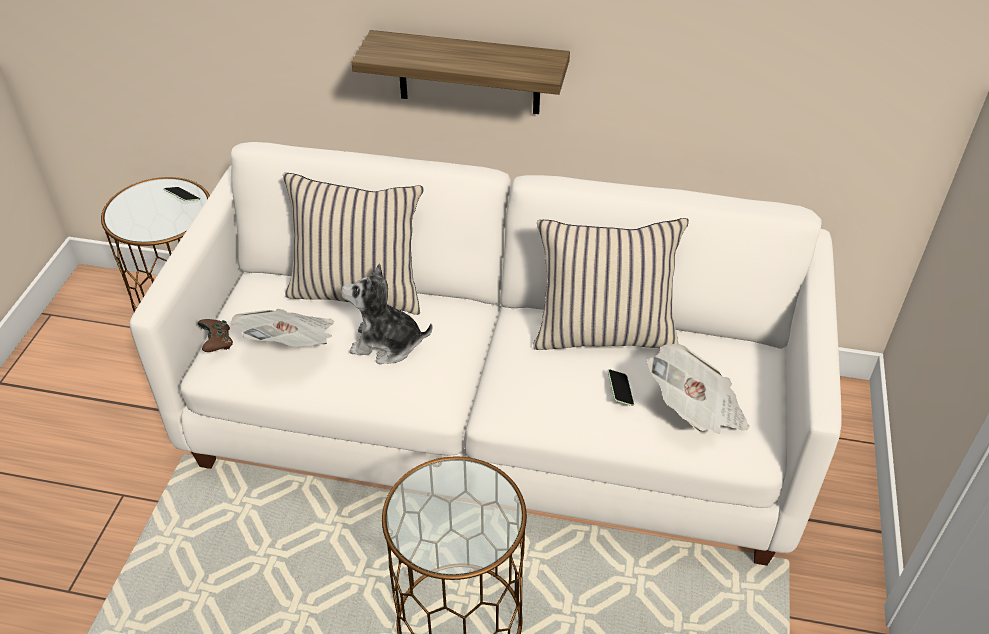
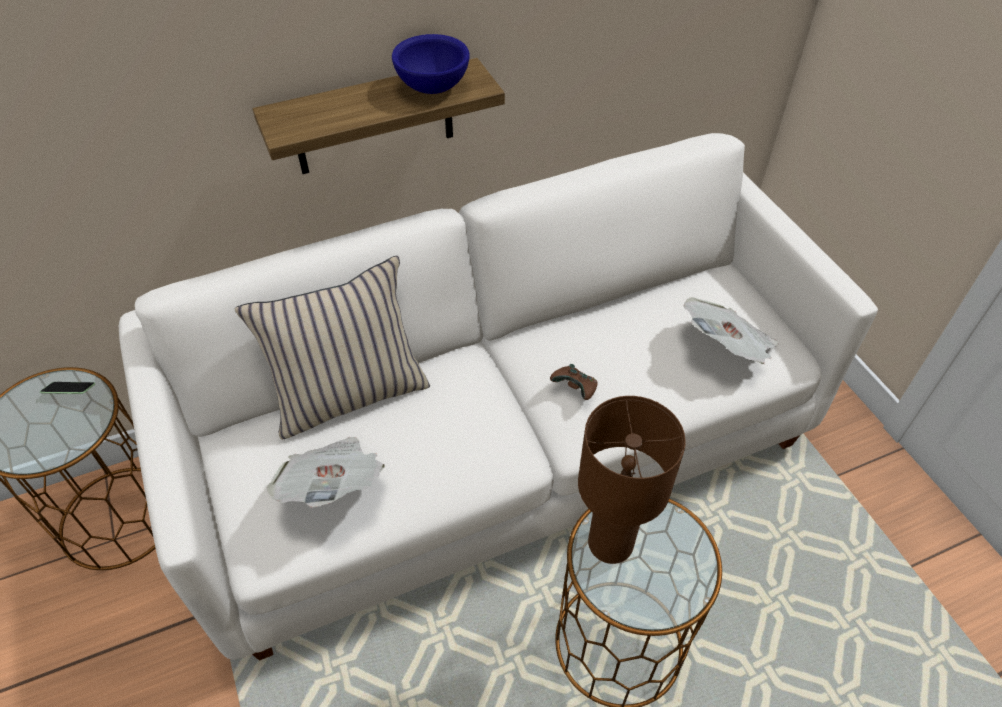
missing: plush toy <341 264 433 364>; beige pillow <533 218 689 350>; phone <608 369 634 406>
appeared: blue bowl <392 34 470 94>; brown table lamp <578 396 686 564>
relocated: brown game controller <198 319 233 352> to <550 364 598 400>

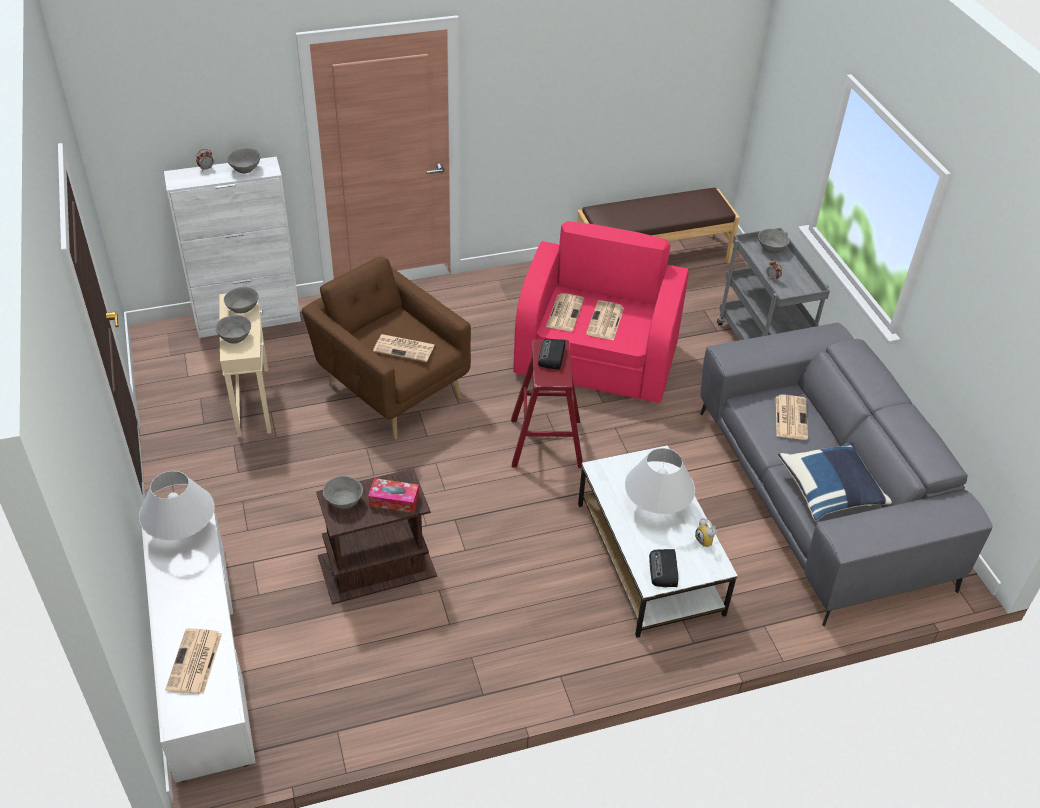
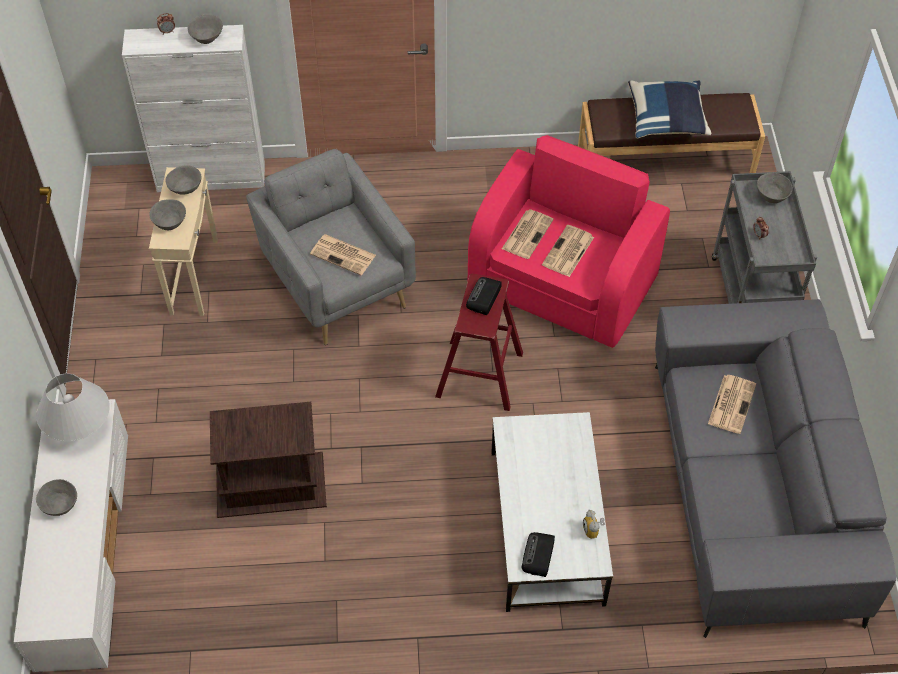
missing: newspaper <165 628 222 694>; tissue box <368 478 419 513>; white table lamp <625 448 695 514>
relocated: grey bowl <323 476 363 509> to <36 479 77 516>; blue pillow <778 442 892 521> to <628 80 711 139>
colour: brown armchair <302 257 471 440> to grey armchair <246 149 416 345>

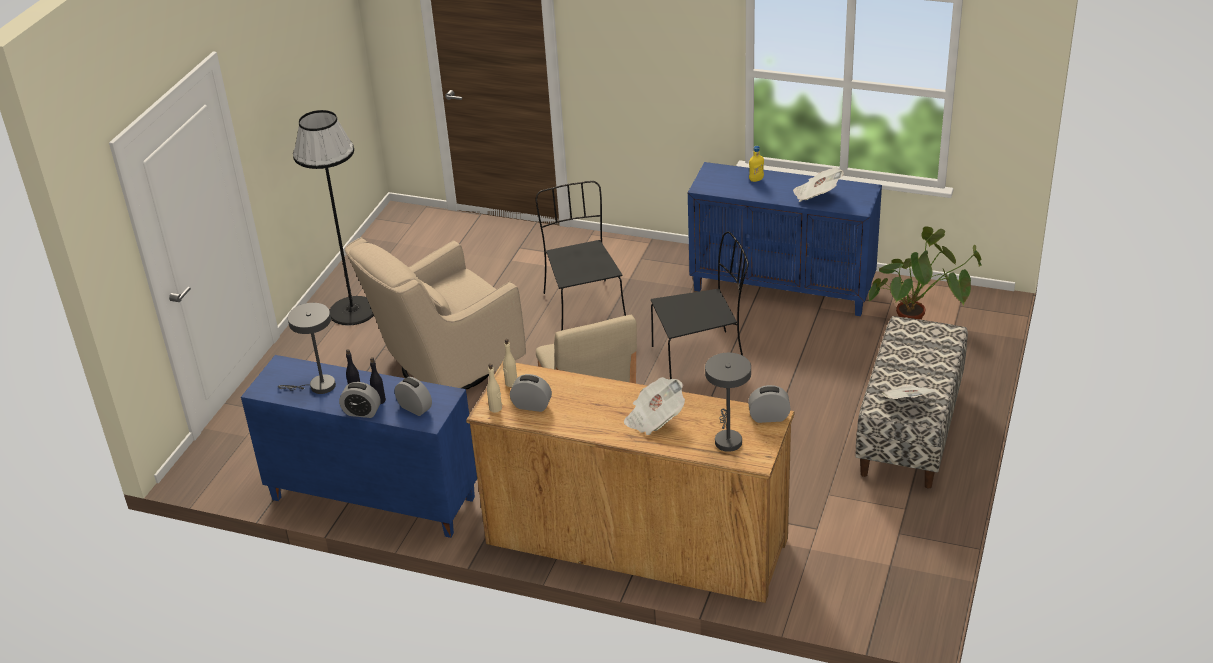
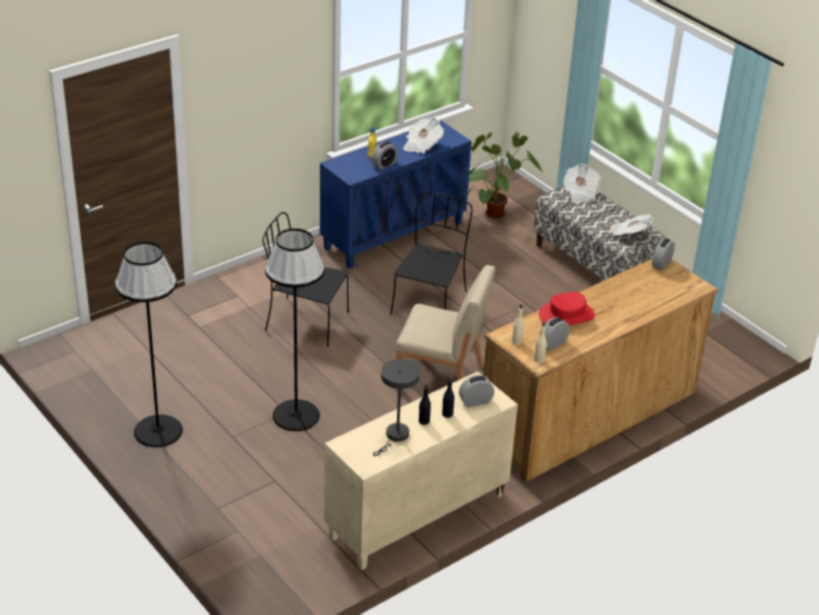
missing: grey table lamp <705 353 751 452>
appeared: red hat <539 292 595 325>
relocated: alarm clock <339 382 381 418> to <372 141 398 170>; newspaper <624 377 685 435> to <563 164 601 203>
exchanged: beige armchair <345 237 526 389> to black floor lamp <265 228 325 431>
colour: blue cabinet <241 355 477 538> to beige cabinet <324 371 518 570>

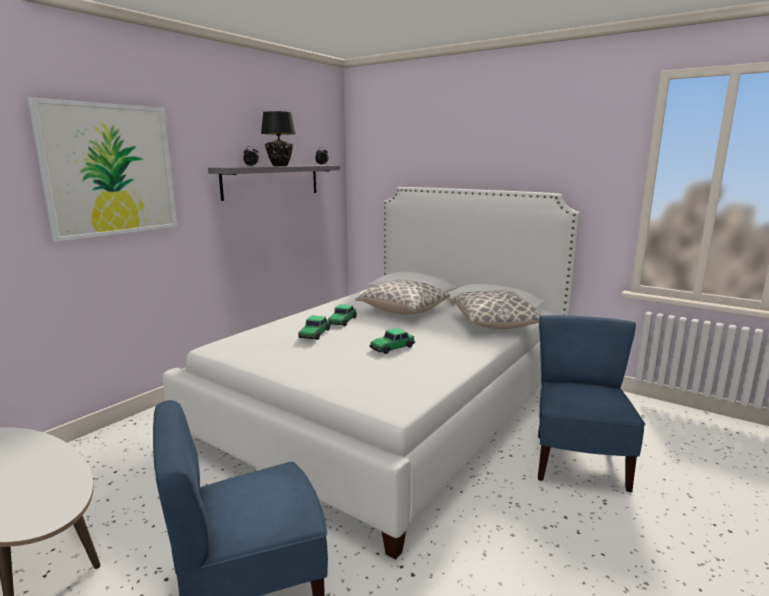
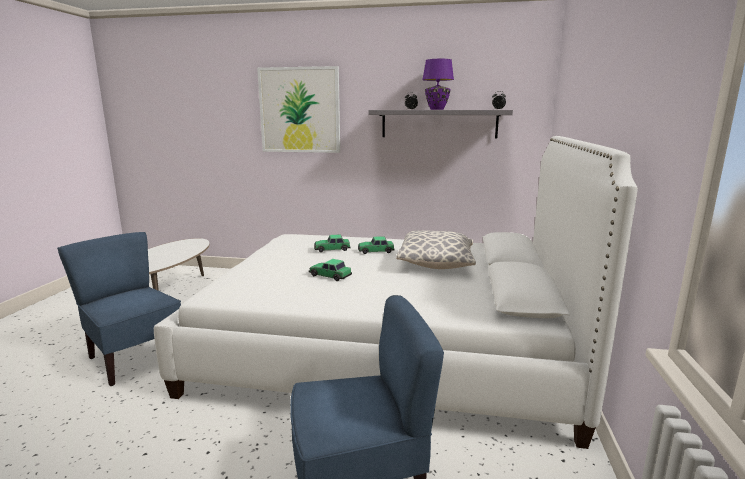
missing: pillow <450 290 543 329>
colour: black table lamp <261 111 296 166> to purple table lamp <422 59 454 110>

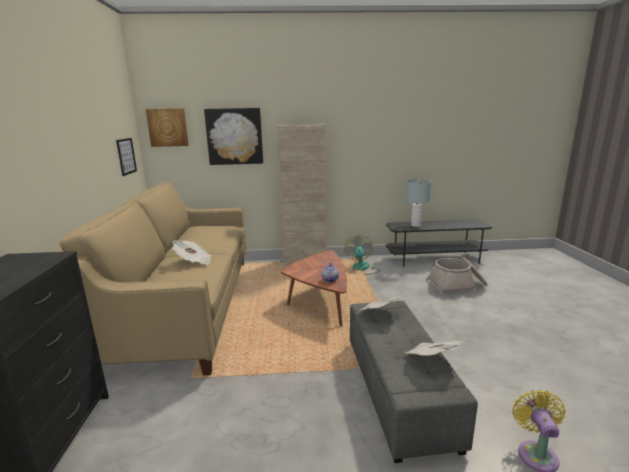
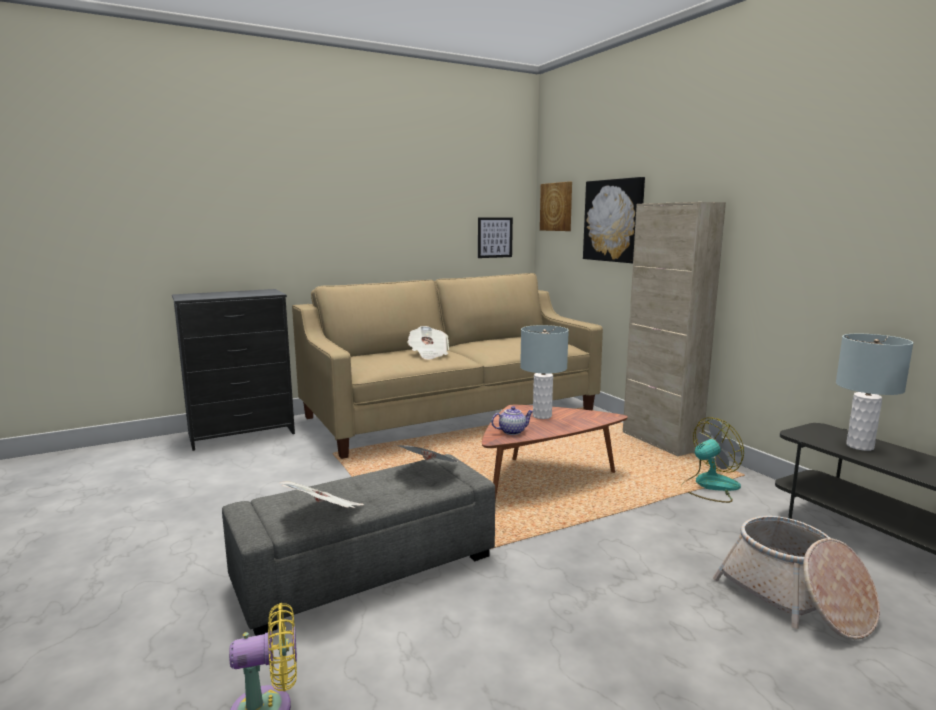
appeared: grey table lamp <520 325 569 419>

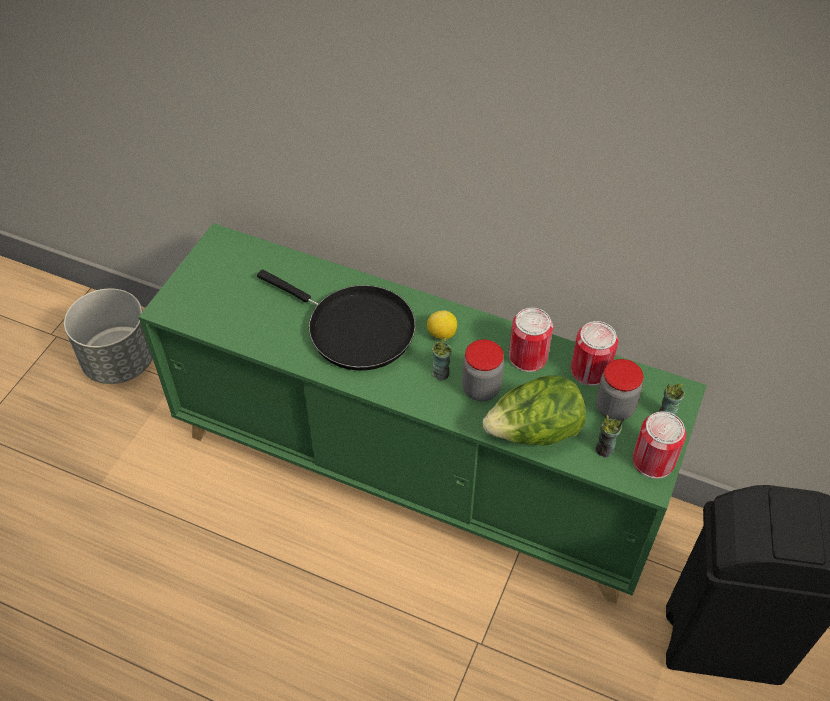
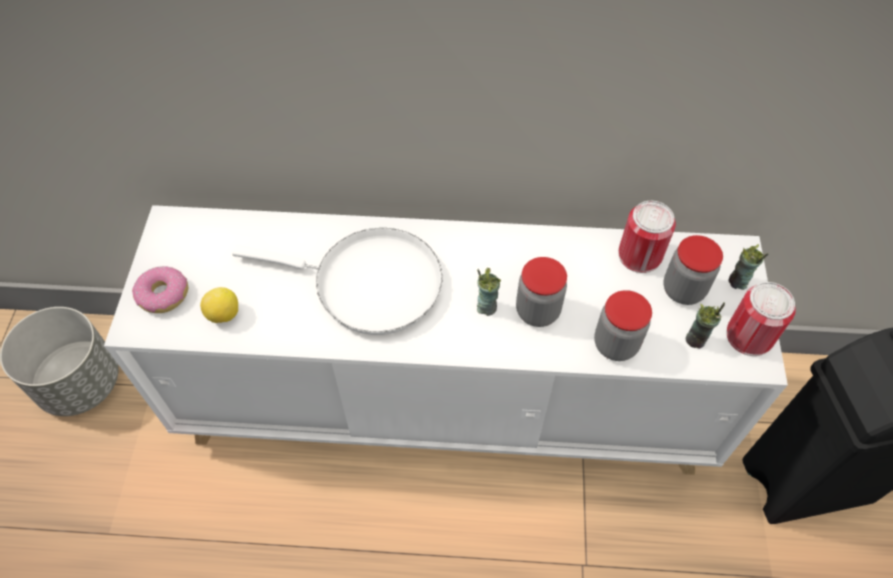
missing: can <509 308 553 372>
appeared: donut <132 266 188 313>
relocated: lemon <427 310 457 340> to <200 287 238 323>
exchanged: lettuce <483 375 586 446> to jar <594 290 652 361>
colour: green cabinet <139 223 707 604> to white cabinet <104 205 788 475>; black frying pan <257 270 416 371> to white frying pan <232 228 442 335>

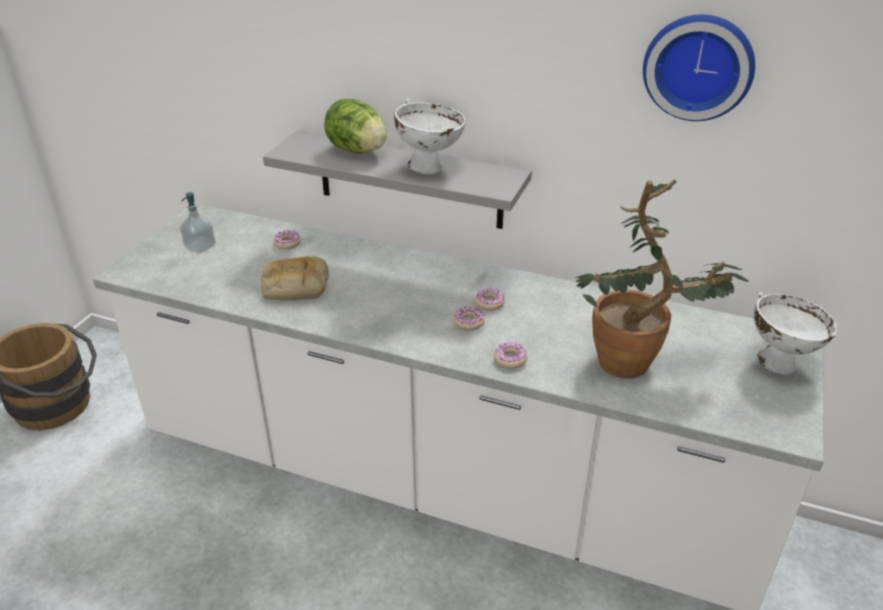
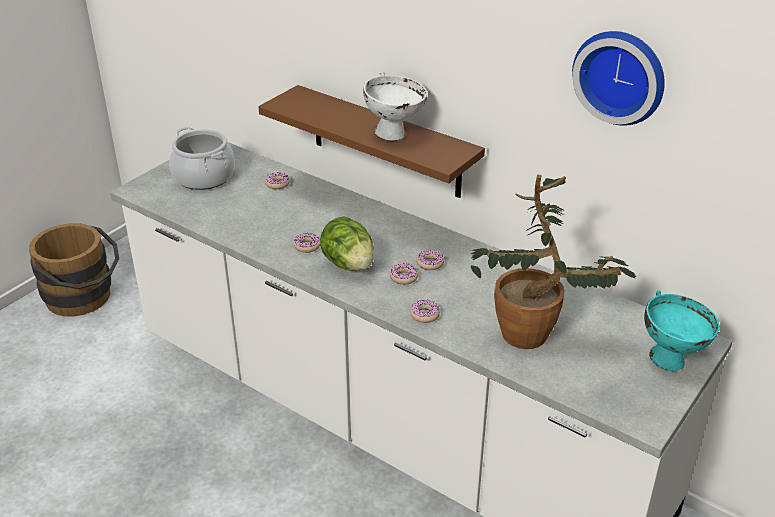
missing: bread <261 256 329 300>
appeared: donut <294 233 320 253>
relocated: lettuce <324 99 387 154> to <320 216 374 271>
exchanged: soap dispenser <180 192 216 254> to cooking pot <169 126 235 190>
colour: grey shelf <263 130 532 229> to brown shelf <258 85 485 198>; white bowl <754 292 837 375> to turquoise bowl <644 290 720 371>

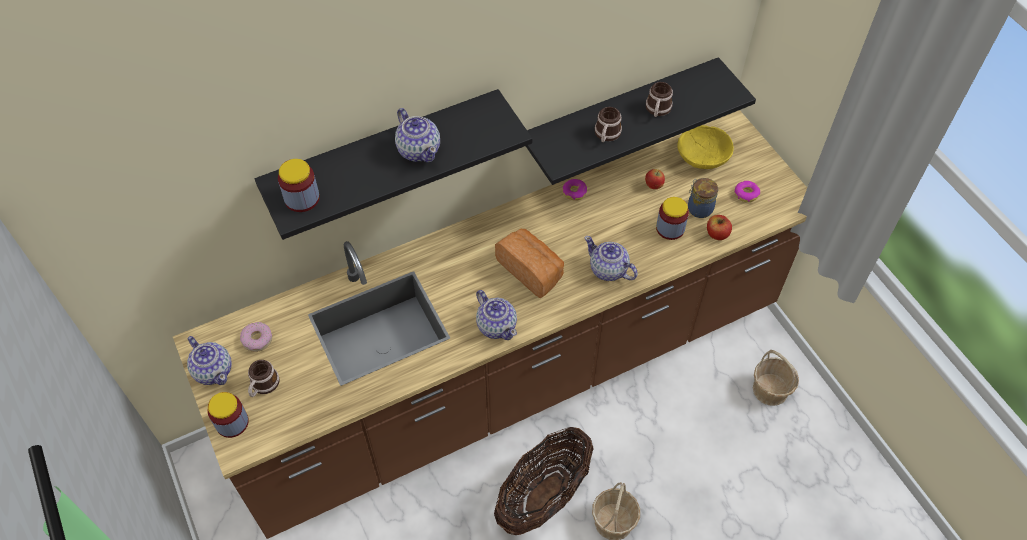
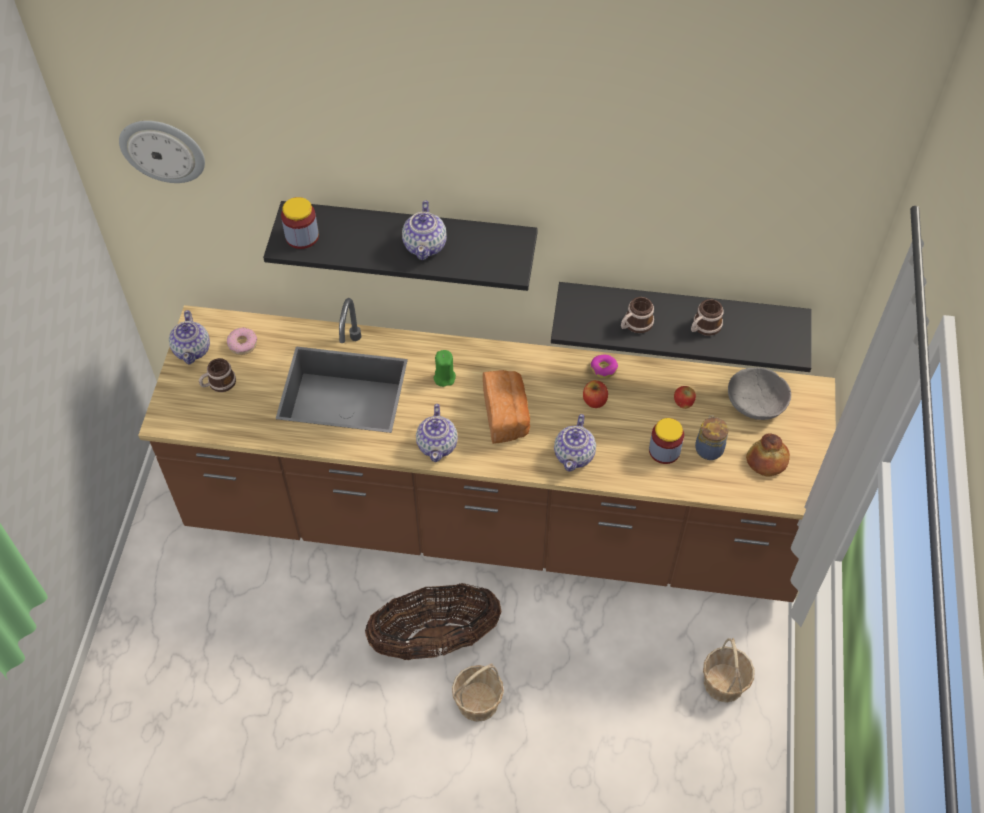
missing: jar <207 392 249 438>
appeared: wall clock <119 121 205 183>; green candle <434 350 456 387>
relocated: apple <707 215 732 240> to <583 380 608 408>
exchanged: donut <734 181 760 202> to bread <746 433 790 477>
colour: yellow bowl <677 125 734 169> to grey bowl <728 367 791 420>
spun: teapot <584 236 638 281> = <554 414 596 472> 150 degrees counterclockwise

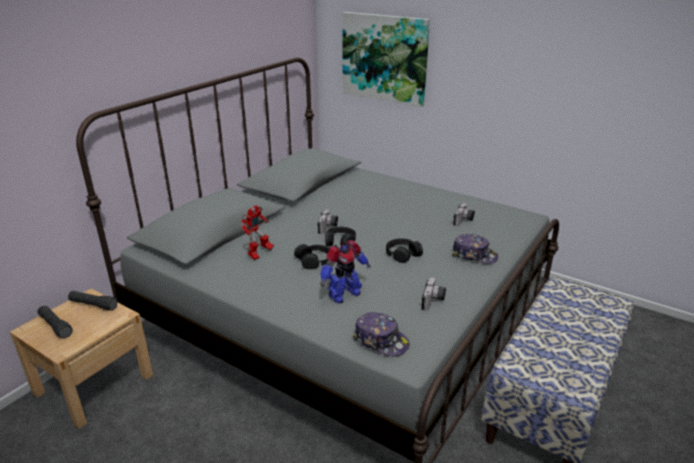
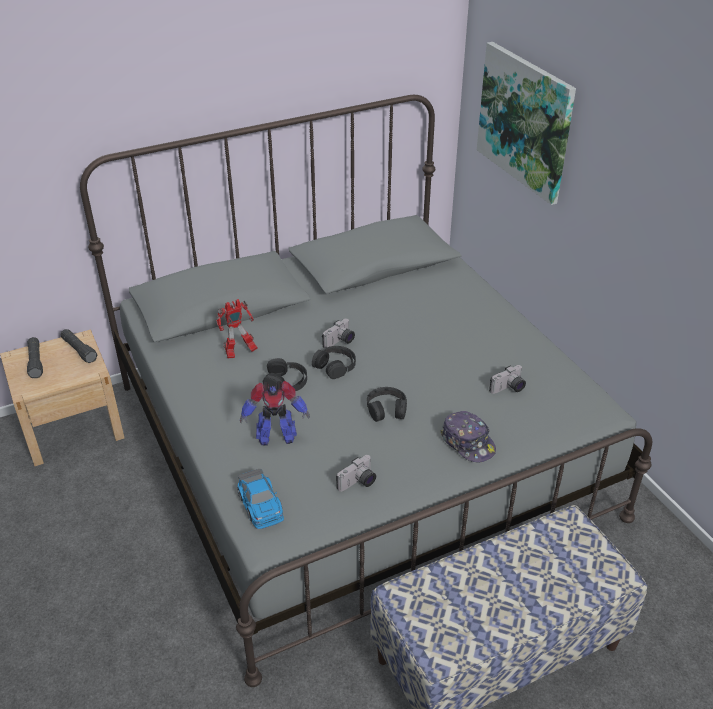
exchanged: cap <353 312 410 357> to toy car <237 469 284 529>

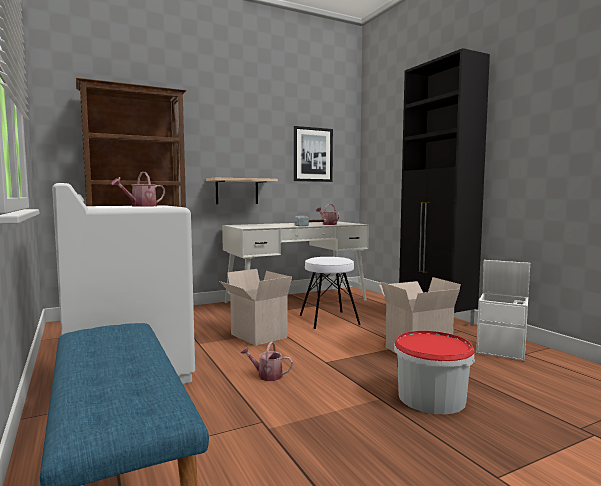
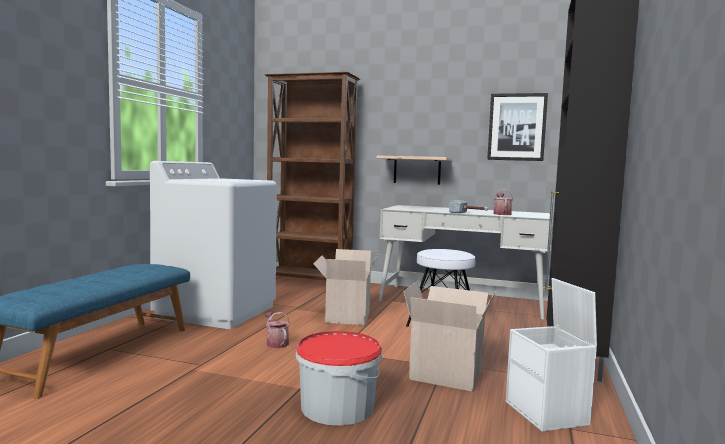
missing: watering can <111 172 165 207>

